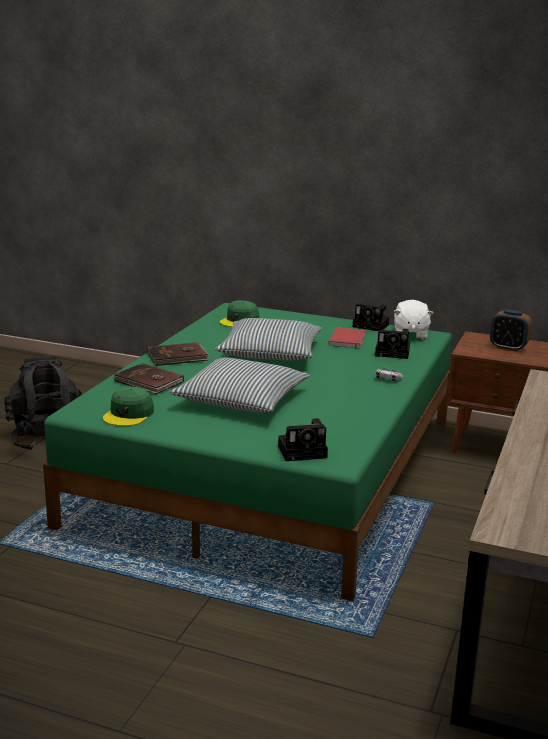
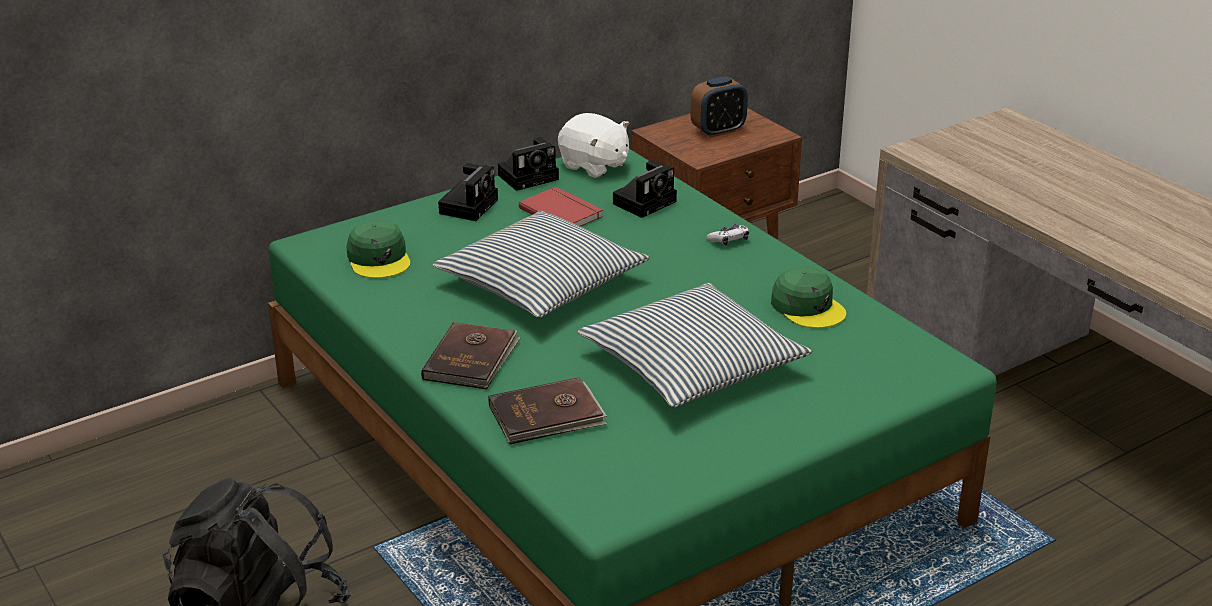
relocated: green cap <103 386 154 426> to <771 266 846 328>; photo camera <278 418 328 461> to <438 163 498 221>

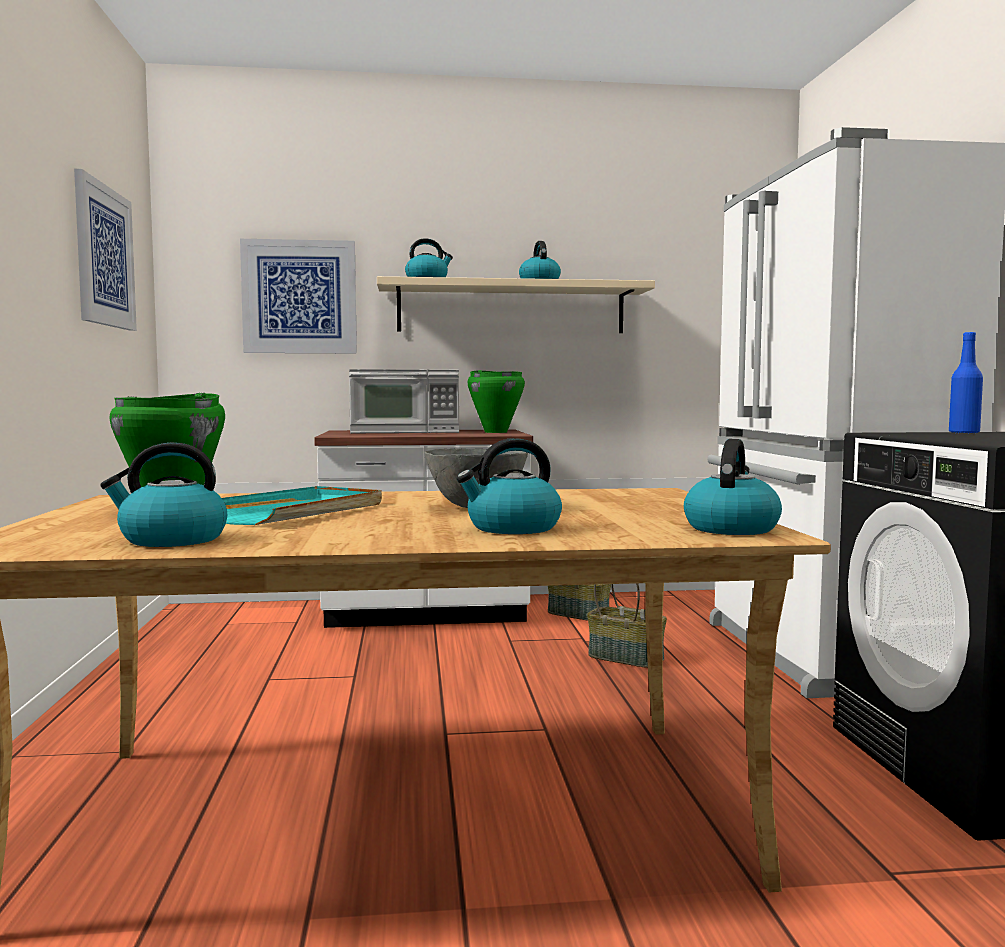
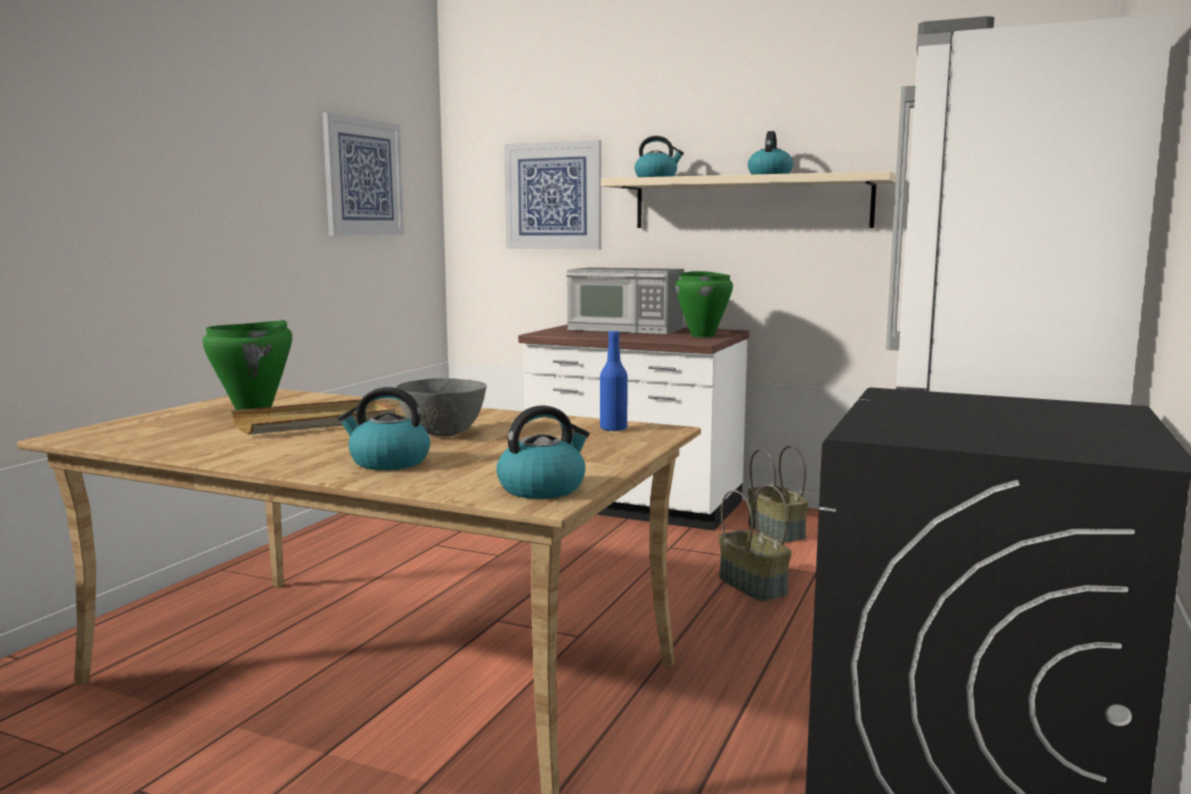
missing: kettle <100 442 227 547>
relocated: blue bottle <949 332 983 434> to <600 331 628 431>
colour: turquoise tray <222 486 382 525> to beige tray <231 399 395 435>

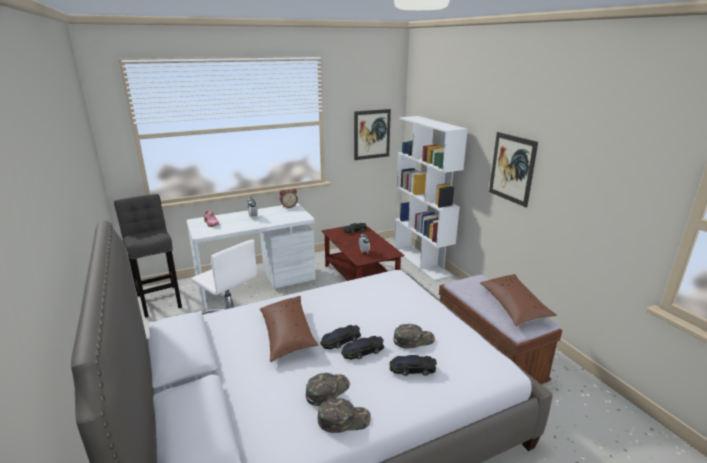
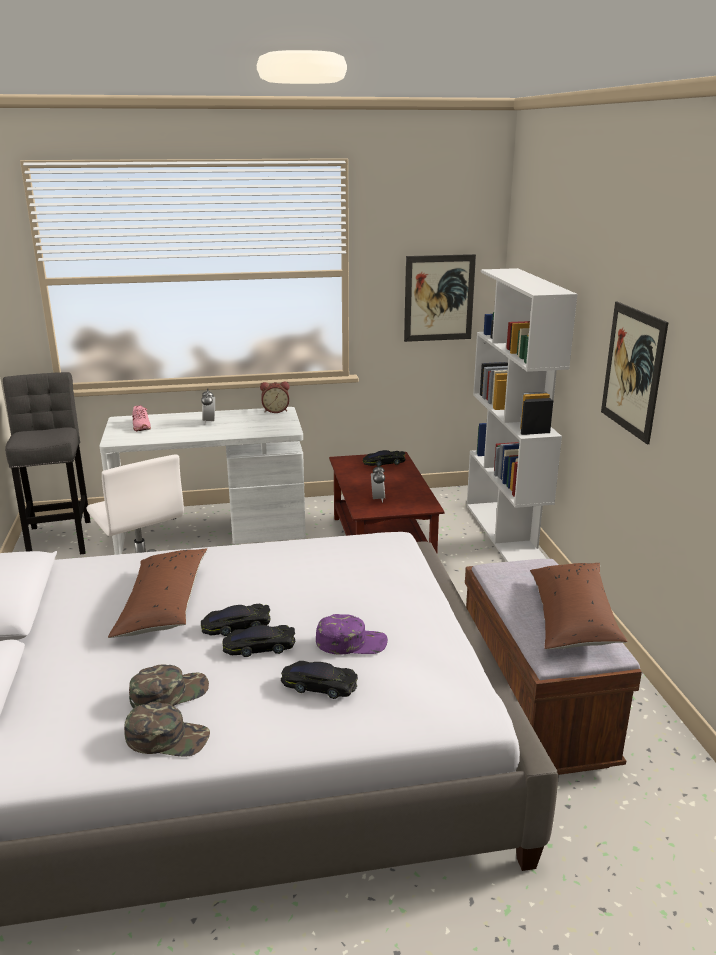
colour: green cap <394 324 435 349> to purple cap <316 614 388 654>

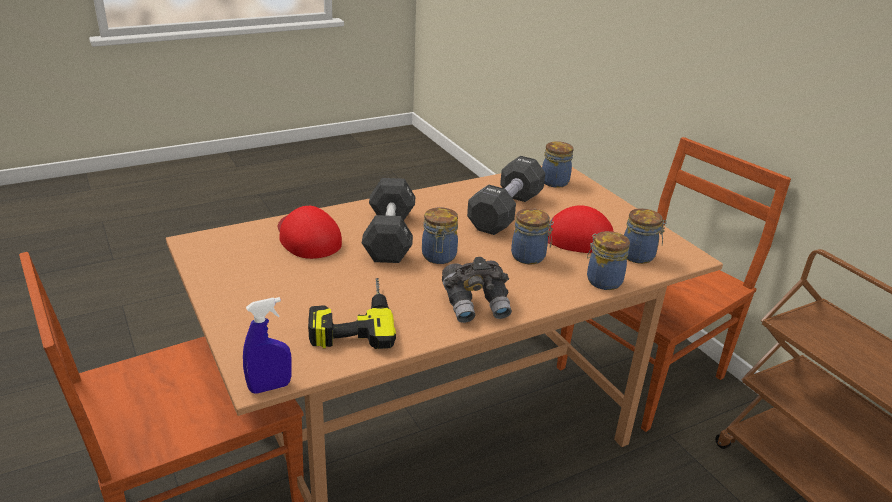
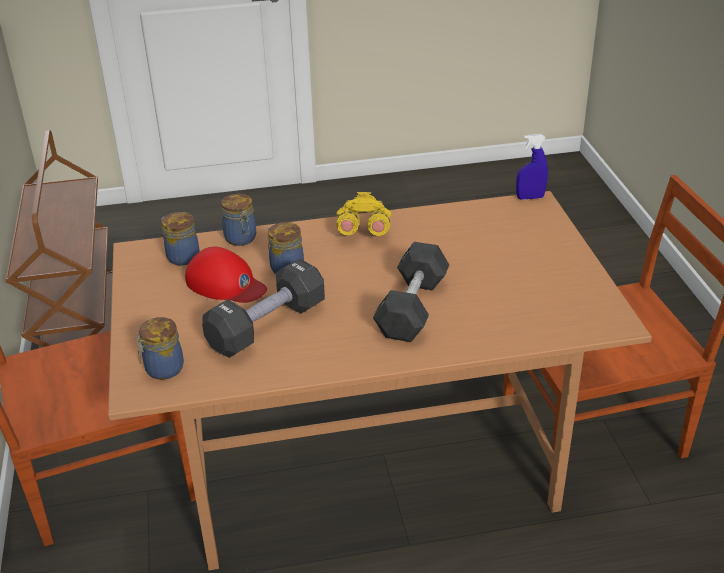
missing: red cap <278 206 342 259>; power drill <308 278 396 349>; jar <422 207 458 264>
colour: grey binoculars <442 257 512 323> to yellow binoculars <336 192 391 236>

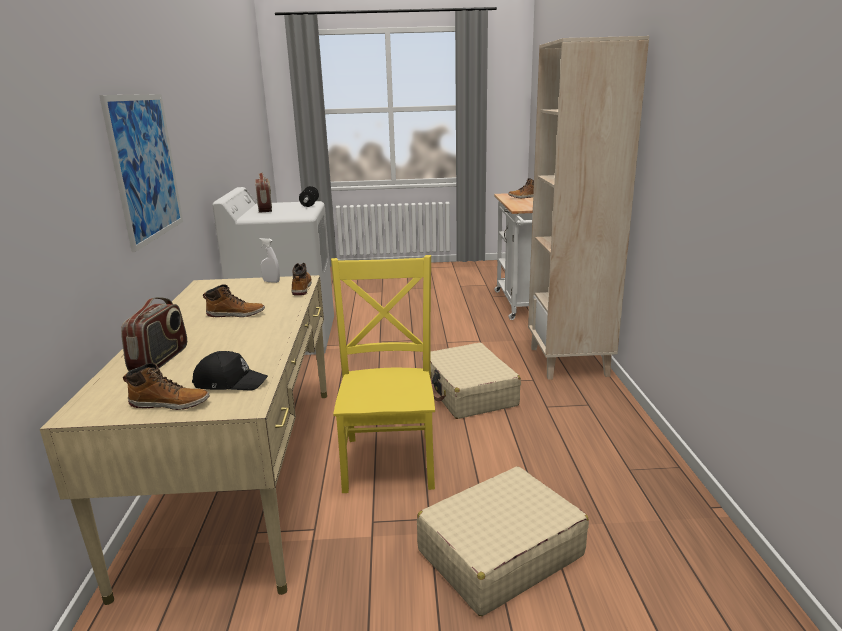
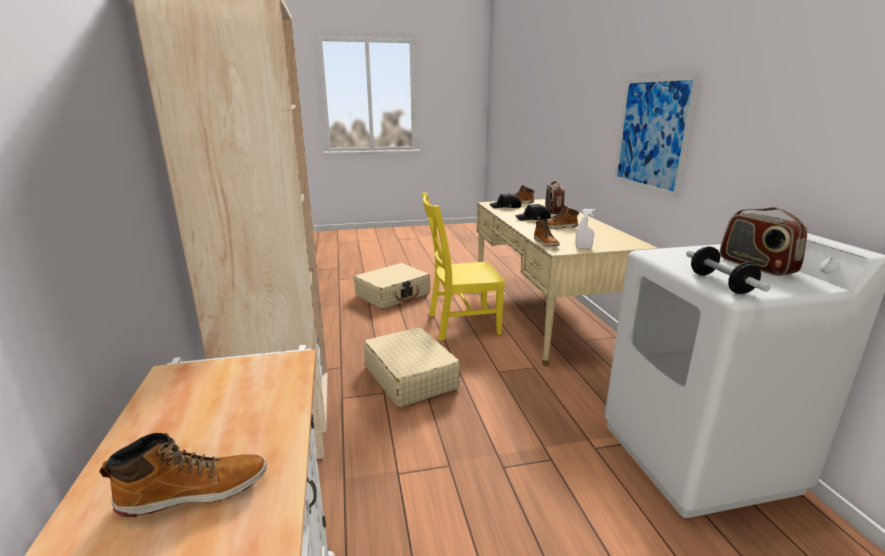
appeared: black cap <515 204 551 221>
spun: yellow chair <331 255 435 493> = <422 193 505 341> 90 degrees clockwise

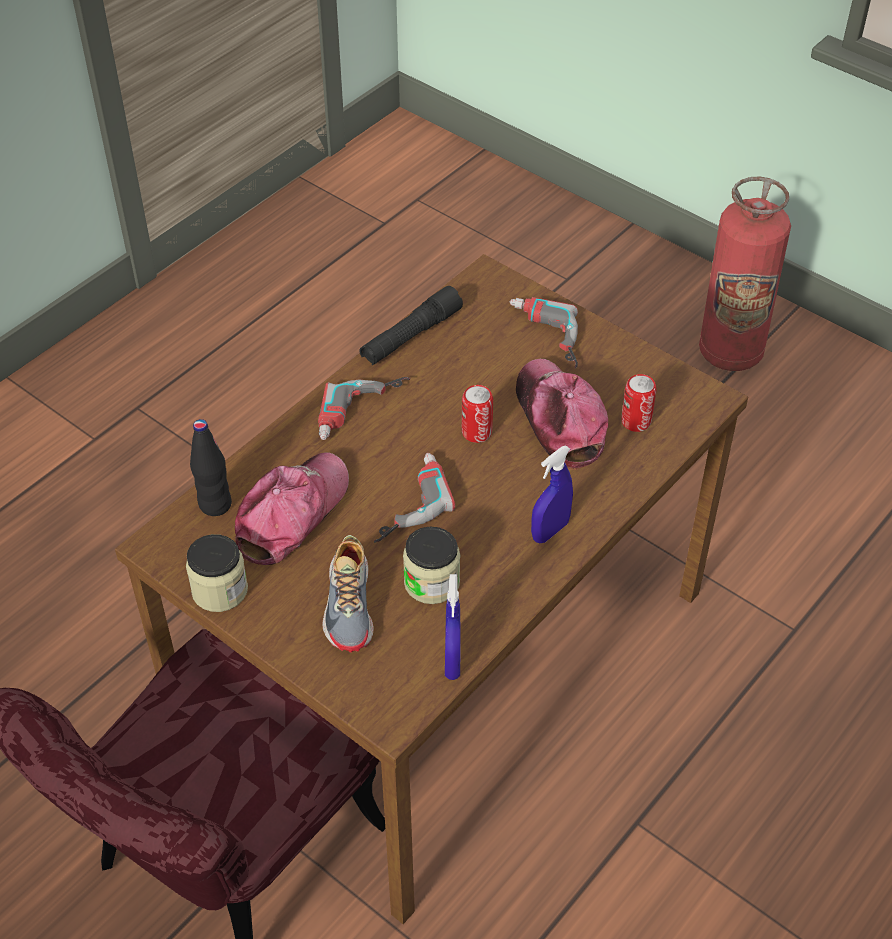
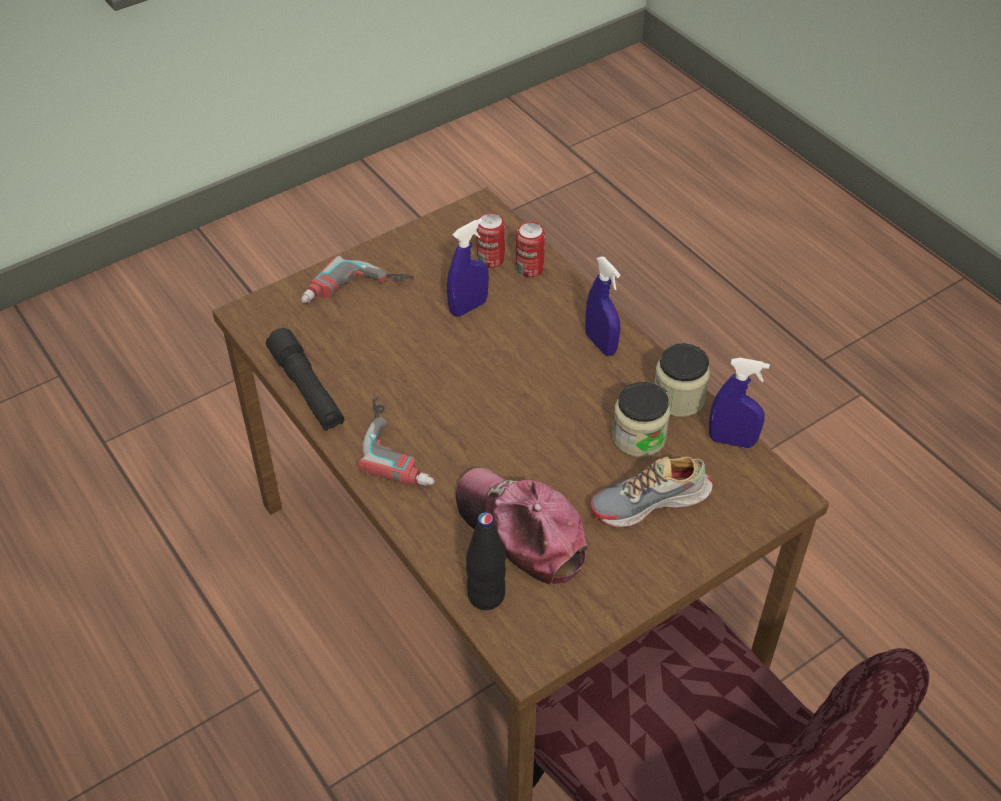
missing: power drill <374 453 455 543>; fire extinguisher <699 176 791 371>
relocated: jar <186 534 248 612> to <654 343 710 417>; can <462 385 493 443> to <516 222 545 277>
exchanged: cap <516 359 608 470> to blue spray bottle <447 218 489 317>
spun: shoe <322 535 373 653> = <590 456 713 528> 150 degrees clockwise

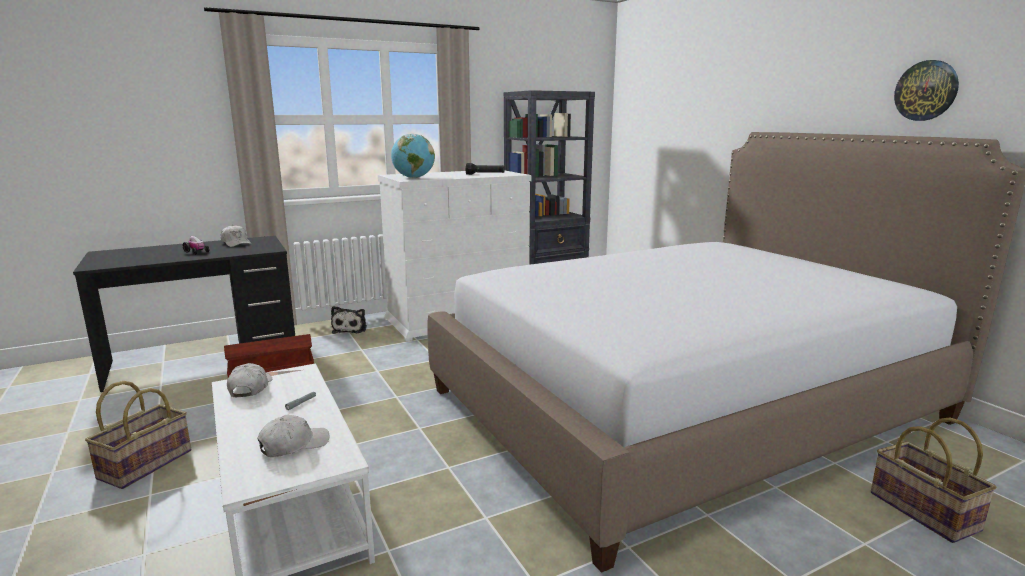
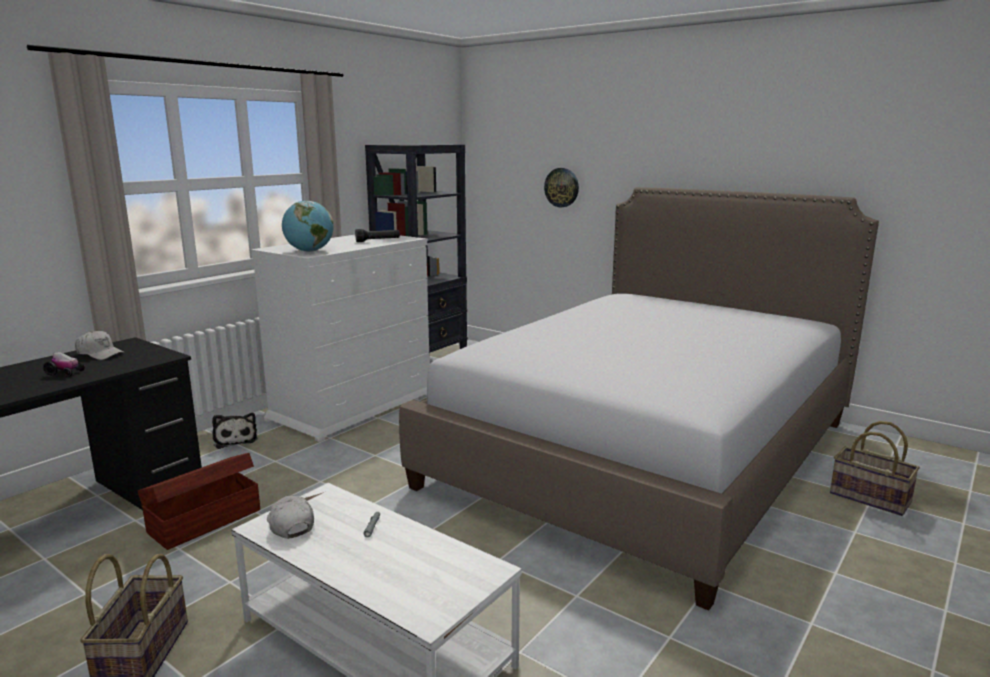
missing: white cap <257 415 330 457>
relocated: wall clock <894 60 959 121> to <544 168 579 208>

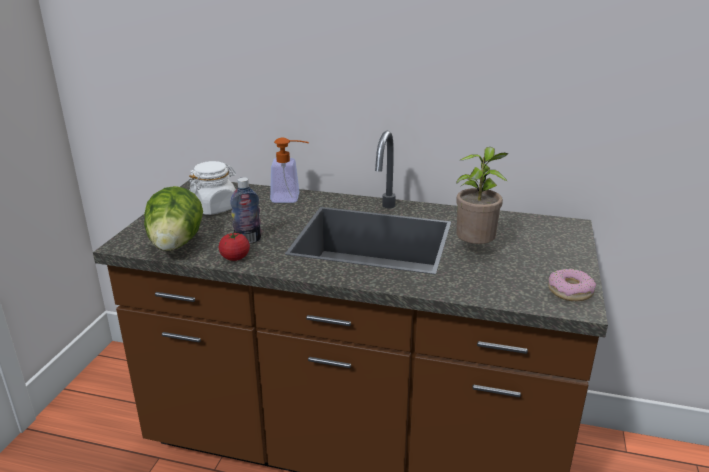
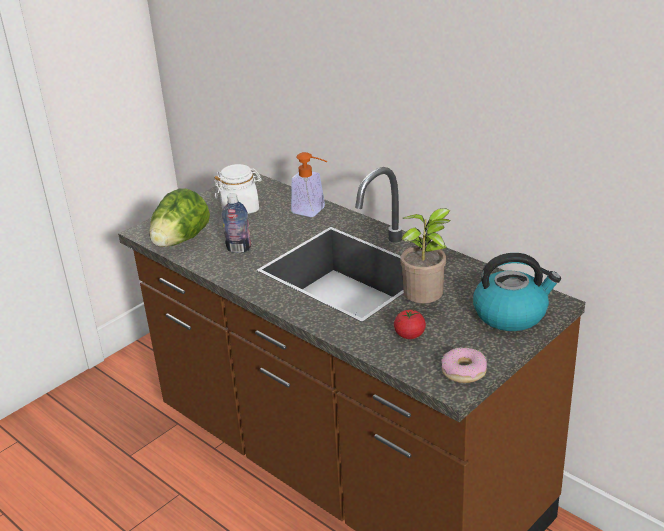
appeared: kettle <473 253 561 331>
relocated: tomato <219 232 250 261> to <394 309 426 339>

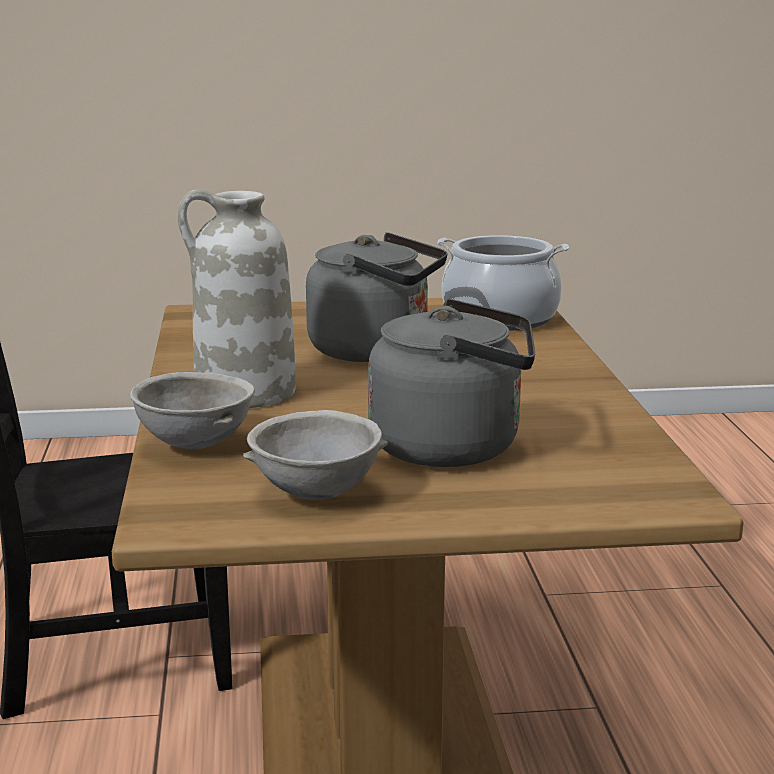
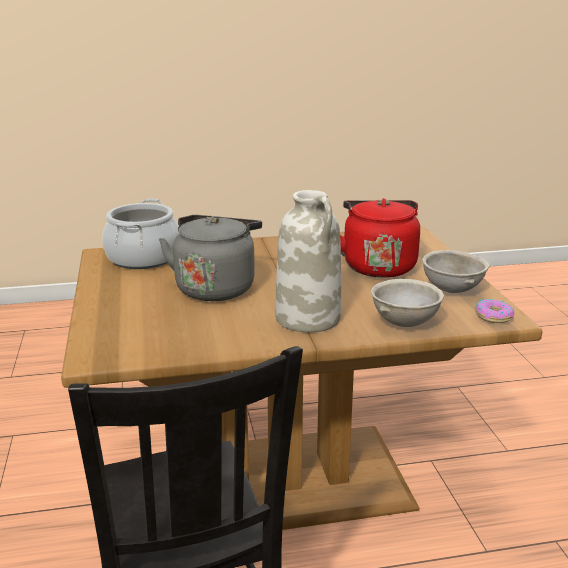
appeared: donut <475 299 514 323>
colour: grey kettle <368 299 535 467> to red kettle <340 198 420 278>

